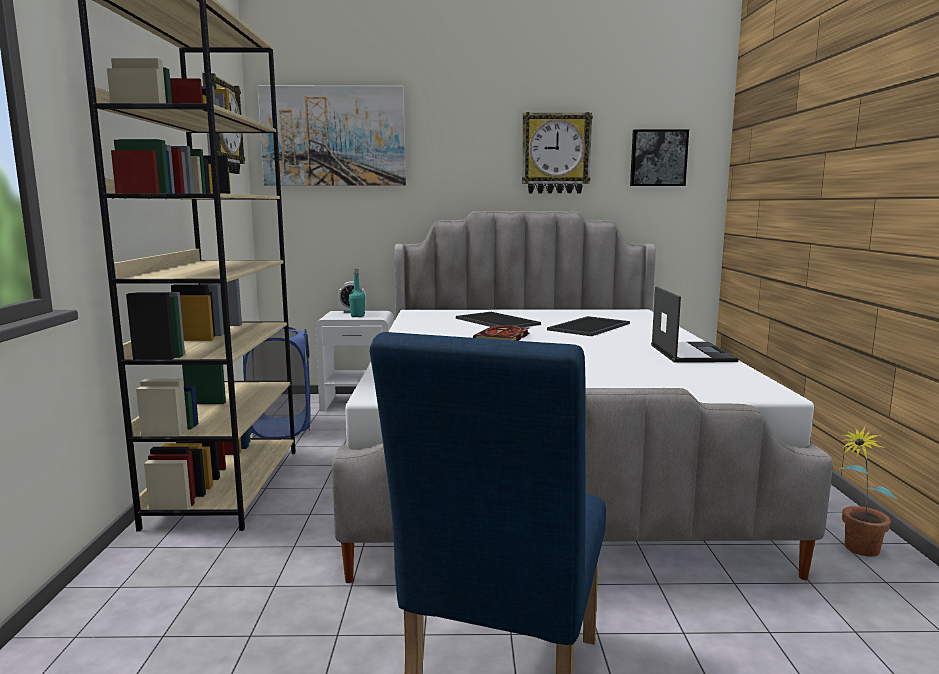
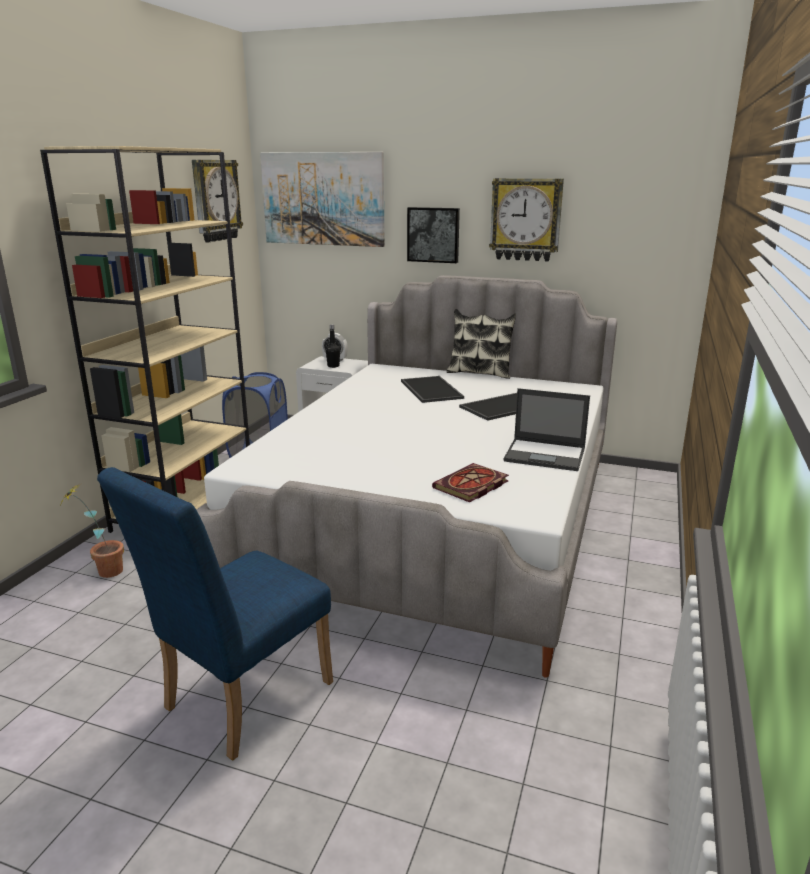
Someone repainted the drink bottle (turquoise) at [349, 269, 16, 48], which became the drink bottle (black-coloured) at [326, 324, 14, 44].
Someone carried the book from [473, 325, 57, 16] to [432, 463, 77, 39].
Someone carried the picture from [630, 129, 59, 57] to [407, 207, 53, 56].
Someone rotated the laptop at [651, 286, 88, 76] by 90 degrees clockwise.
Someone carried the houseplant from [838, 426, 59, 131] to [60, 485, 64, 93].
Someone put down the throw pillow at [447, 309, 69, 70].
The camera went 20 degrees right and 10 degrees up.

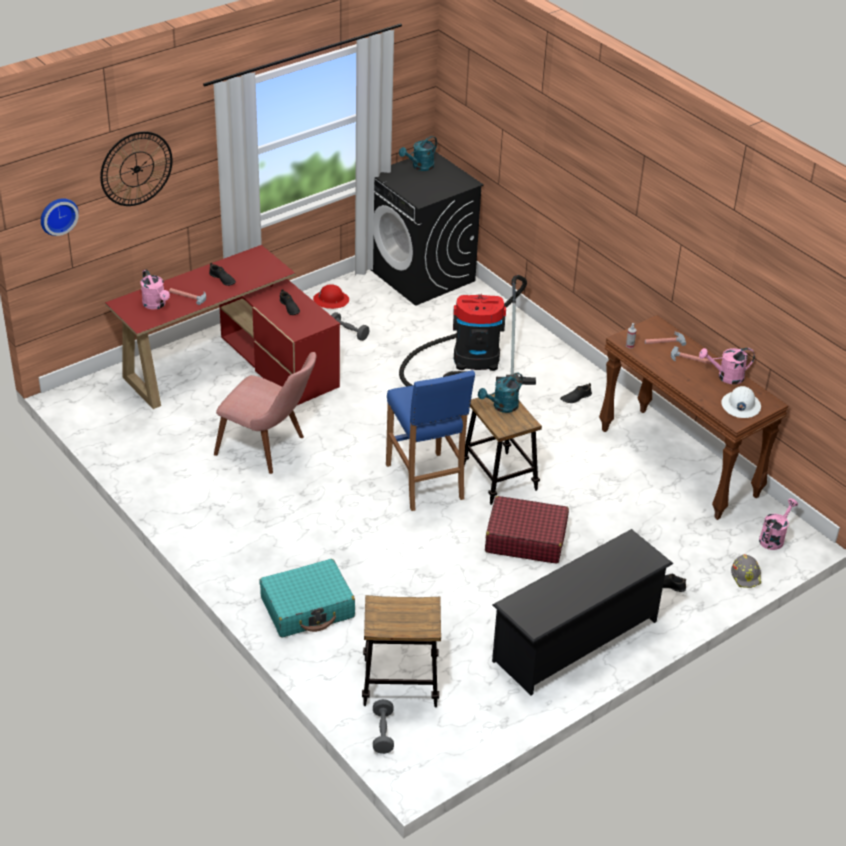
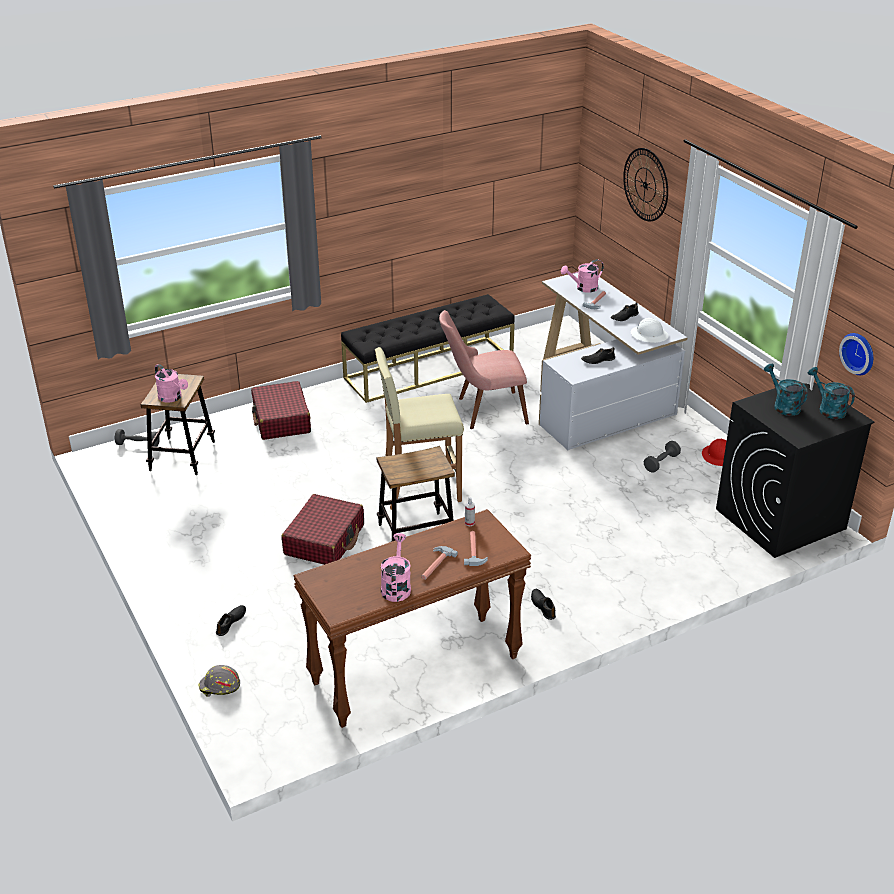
Someone carried the clock on the wall from [41, 198, 38, 38] to [839, 333, 34, 42].
Someone repainted the desk table (red) at [105, 245, 235, 164], which became the desk table (white-coloured) at [539, 273, 148, 177].
Someone rotated the chair (pinkish) at [214, 352, 102, 122] by 45 degrees clockwise.
Someone repainted the travel case (turquoise) at [260, 559, 95, 78], which became the travel case (red) at [251, 381, 60, 59].
Someone repainted the stool seat (blue) at [386, 370, 89, 141], which became the stool seat (beige-coloured) at [375, 347, 89, 163].
Someone took away the vacuum at [399, 275, 137, 112].
Someone carried the watering pot (turquoise) from [478, 372, 45, 41] to [764, 364, 44, 52].
Someone took away the shoe shelf (black-coloured) at [492, 529, 181, 166].
Someone carried the hard hat (white-coloured) from [721, 386, 40, 32] to [631, 318, 38, 25].
Someone carried the watering pot (pinkish) from [759, 498, 39, 52] to [155, 364, 33, 39].
Someone put down the long seat (black-coloured) at [341, 294, 174, 109].
The camera went 100 degrees right and 5 degrees down.

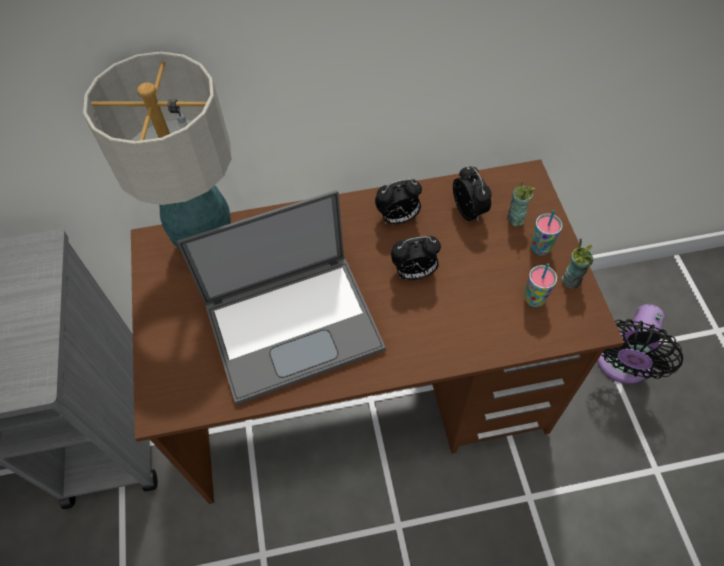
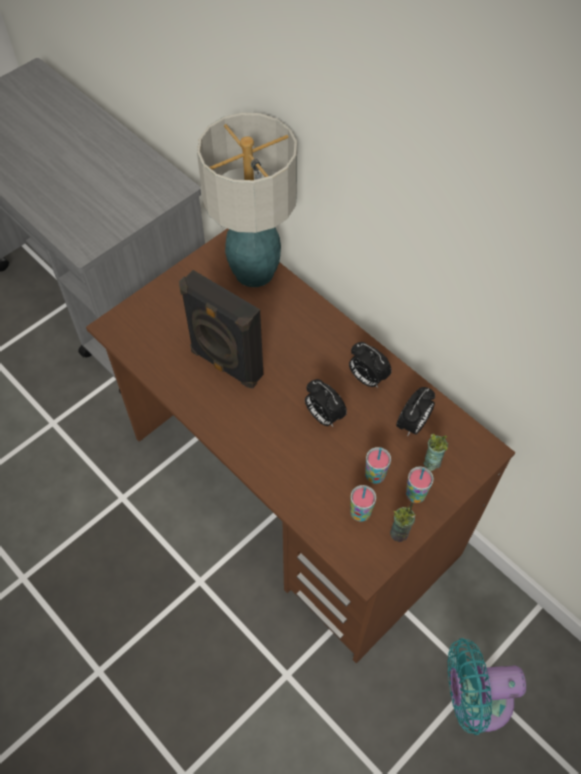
Someone swapped the laptop at [177, 190, 209, 215] for the audio speaker (black-coloured) at [179, 270, 84, 119].
Someone repainted the fan (black-coloured) at [597, 304, 86, 80], which became the fan (turquoise) at [448, 638, 78, 97].
Someone put down the cup at [365, 447, 26, 37].
The camera went 55 degrees right and 0 degrees up.

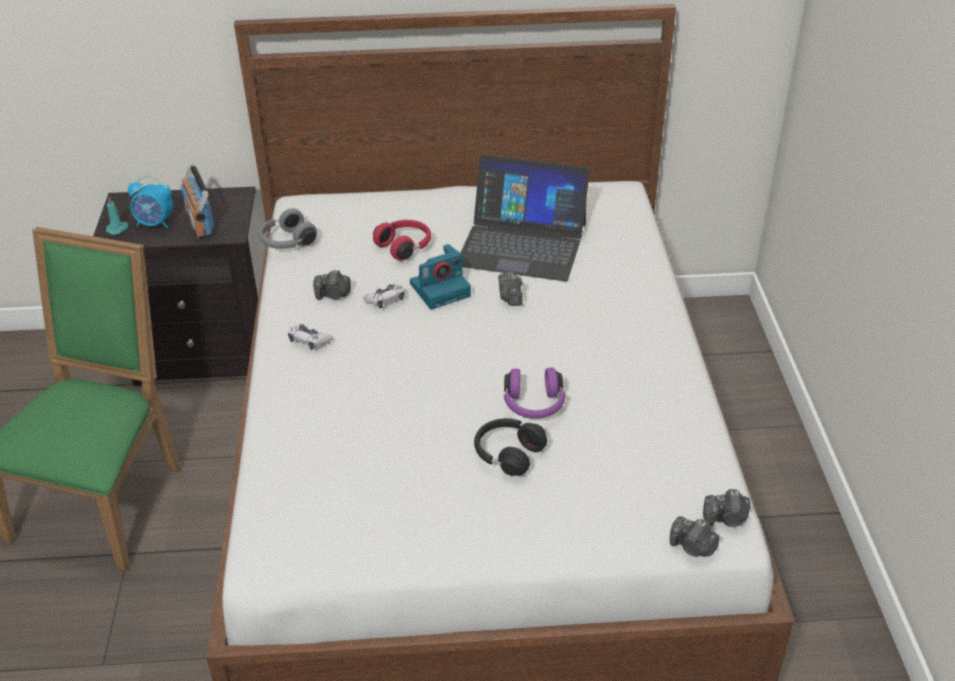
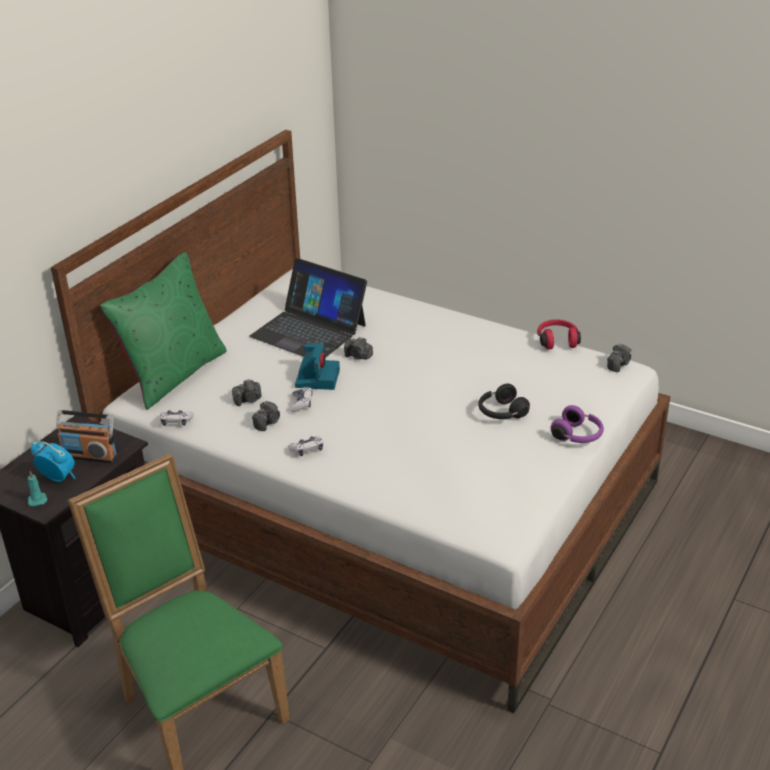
Someone rotated the bedside clock at [128, 176, 45, 53] by 105 degrees counterclockwise.
Someone swapped the headphones (grey) at [259, 208, 58, 41] for the game controller at [159, 410, 35, 16].
Someone carried the headphones (red) from [373, 220, 58, 41] to [537, 319, 44, 31].
Someone rotated the laptop at [460, 155, 130, 126] by 75 degrees clockwise.
Someone carried the headphones (purplish) from [504, 368, 62, 51] to [550, 405, 54, 38].
Someone carried the still camera from [670, 516, 50, 41] to [232, 379, 29, 27].
Someone put down the throw pillow (greenish) at [100, 252, 127, 158].
The camera went 55 degrees left and 5 degrees down.

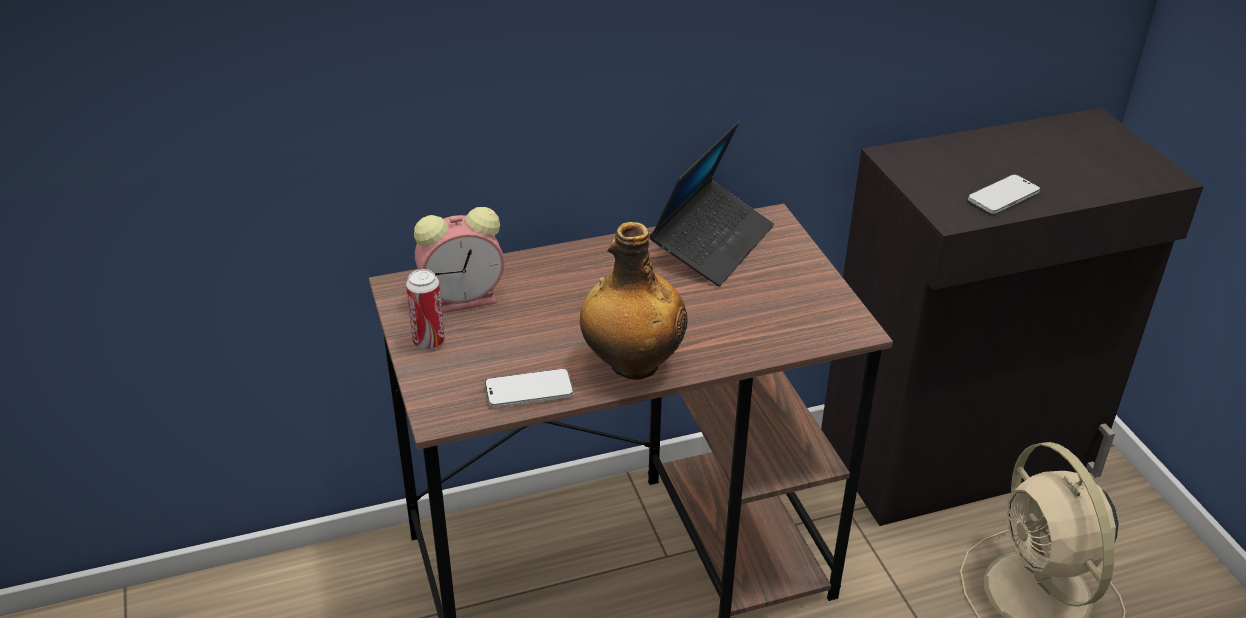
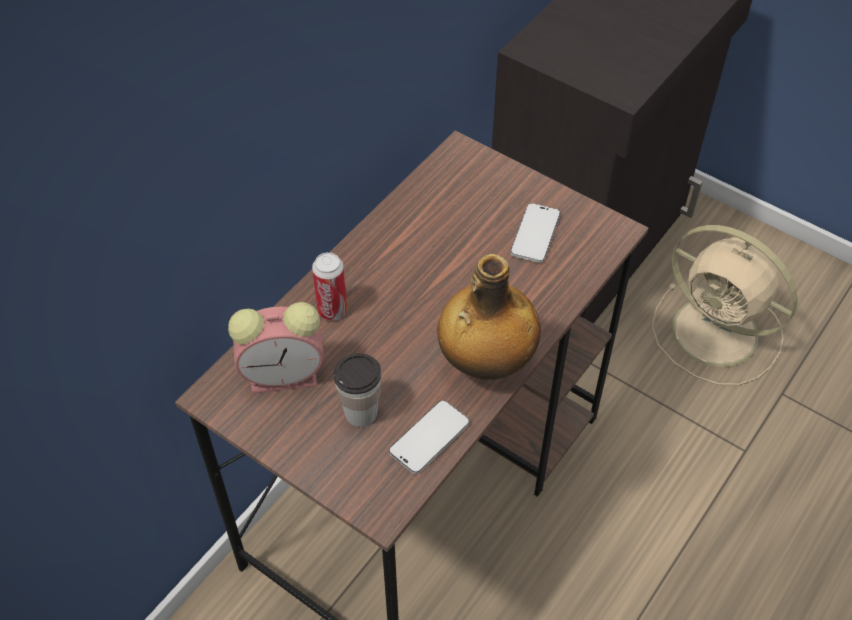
Someone carried the can from [406, 269, 39, 80] to [312, 252, 36, 69].
Someone rotated the bedside clock at [414, 207, 91, 107] by 45 degrees clockwise.
Someone took away the laptop at [649, 122, 125, 164].
Someone carried the phone from [968, 175, 72, 39] to [510, 203, 50, 60].
Someone put down the cup at [333, 353, 48, 74].
The camera went 35 degrees left and 15 degrees up.

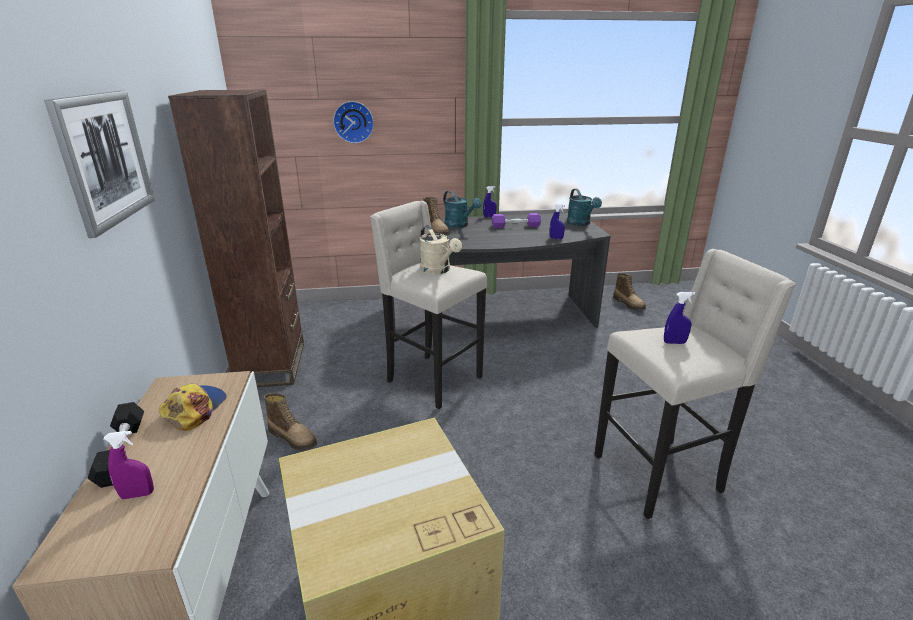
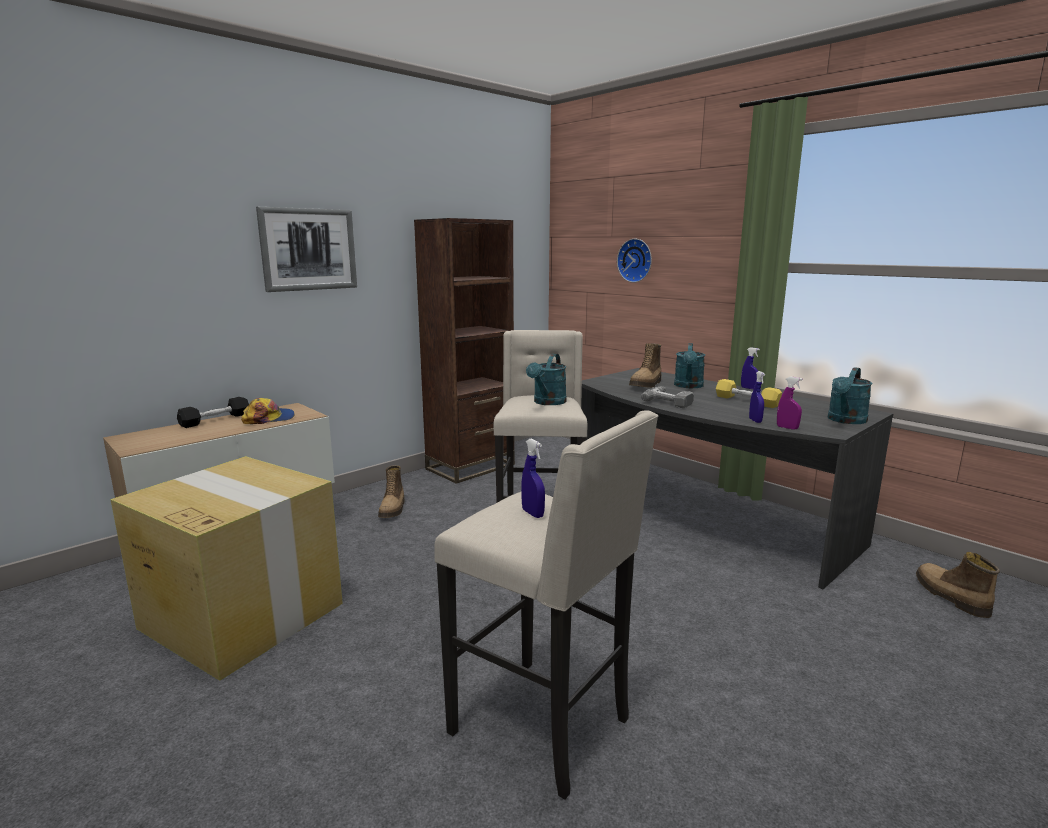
Someone carried the sprayer (purplish) from [103, 431, 51, 68] to [777, 376, 26, 53].
Someone repainted the watering pot (beige-coloured) at [420, 225, 42, 49], which became the watering pot (turquoise) at [526, 354, 41, 51].
Someone repainted the dumbbell (purplish) at [492, 213, 49, 15], which became the dumbbell (yellow) at [716, 379, 66, 29].
Someone rotated the tall boot at [613, 273, 33, 37] by 135 degrees clockwise.
Someone put down the drill at [641, 386, 53, 22].
The camera went 55 degrees right and 10 degrees down.

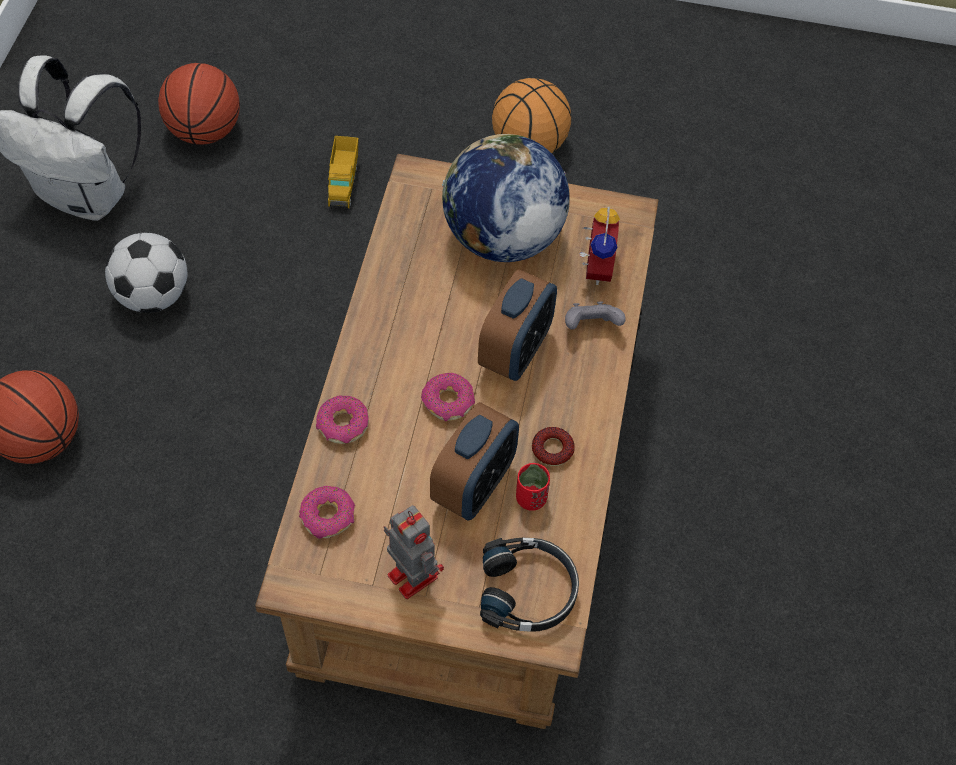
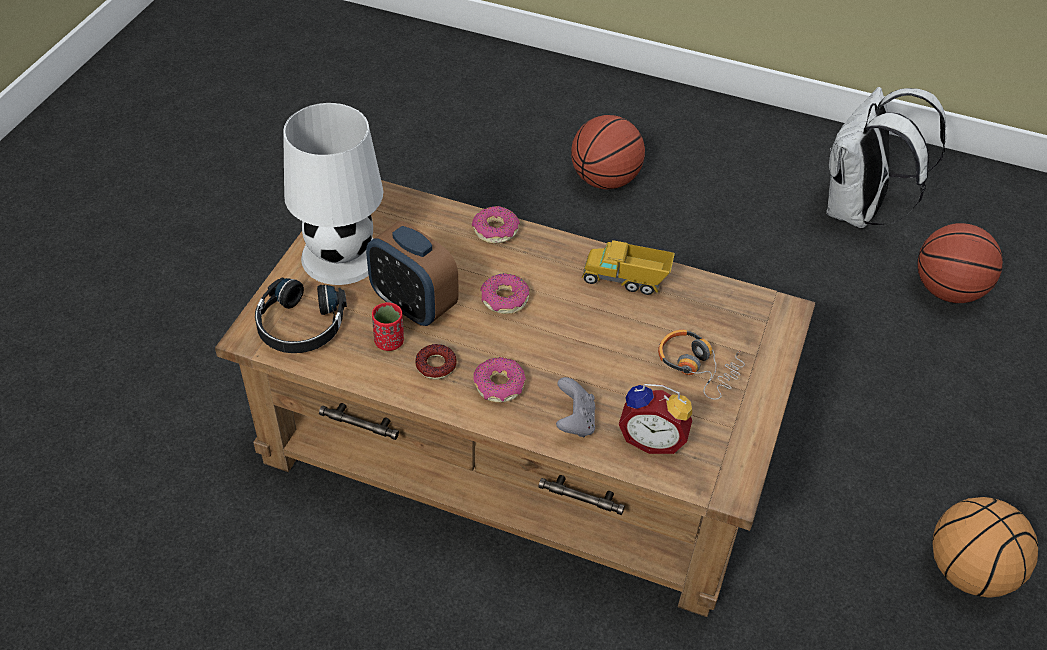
Someone took away the football at [105, 233, 83, 80].
Someone carried the doughnut from [299, 486, 56, 53] to [473, 357, 53, 45].
Someone carried the toy truck from [328, 136, 30, 72] to [582, 240, 93, 55].
Someone swapped the robot figure at [384, 505, 60, 94] for the table lamp (white-coloured) at [283, 103, 100, 182].
Someone swapped the world globe at [442, 134, 128, 128] for the headphones at [658, 330, 87, 70].
Someone took away the bedside clock at [478, 269, 79, 112].
The camera went 100 degrees right and 10 degrees down.

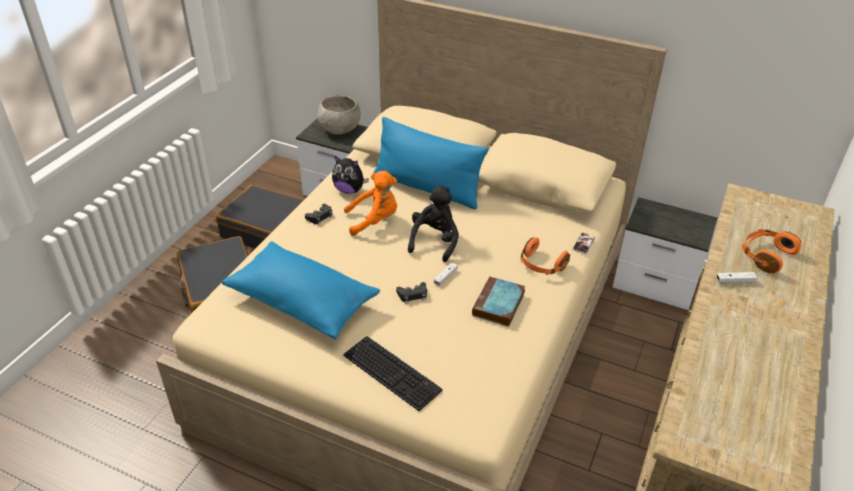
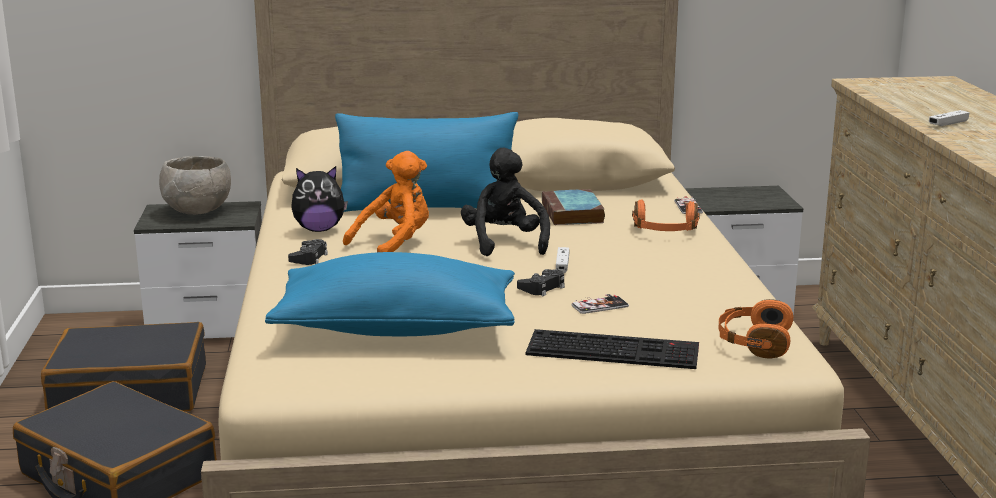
Someone carried the book from [472, 276, 53, 51] to [542, 189, 63, 36].
Someone carried the headphones (orange) from [742, 229, 59, 44] to [719, 299, 74, 60].
Someone put down the phone at [571, 294, 58, 20].
The camera went 30 degrees left and 20 degrees down.

